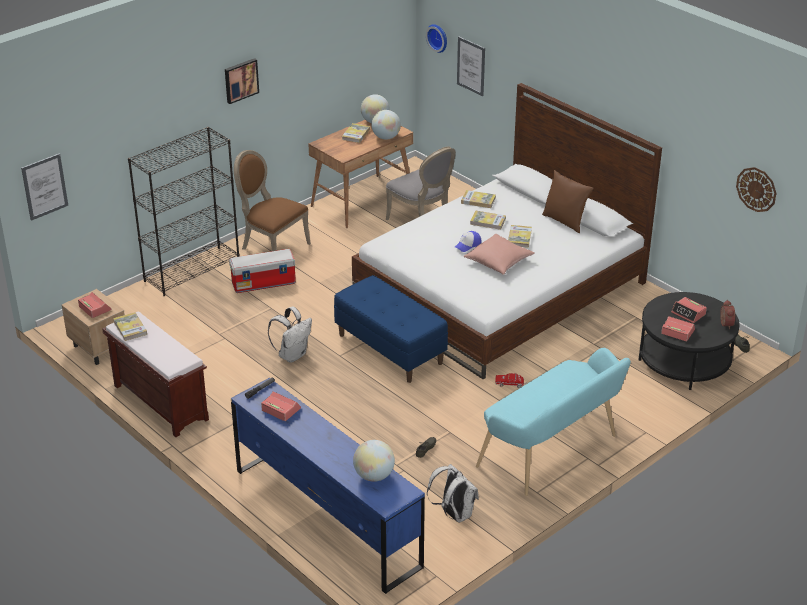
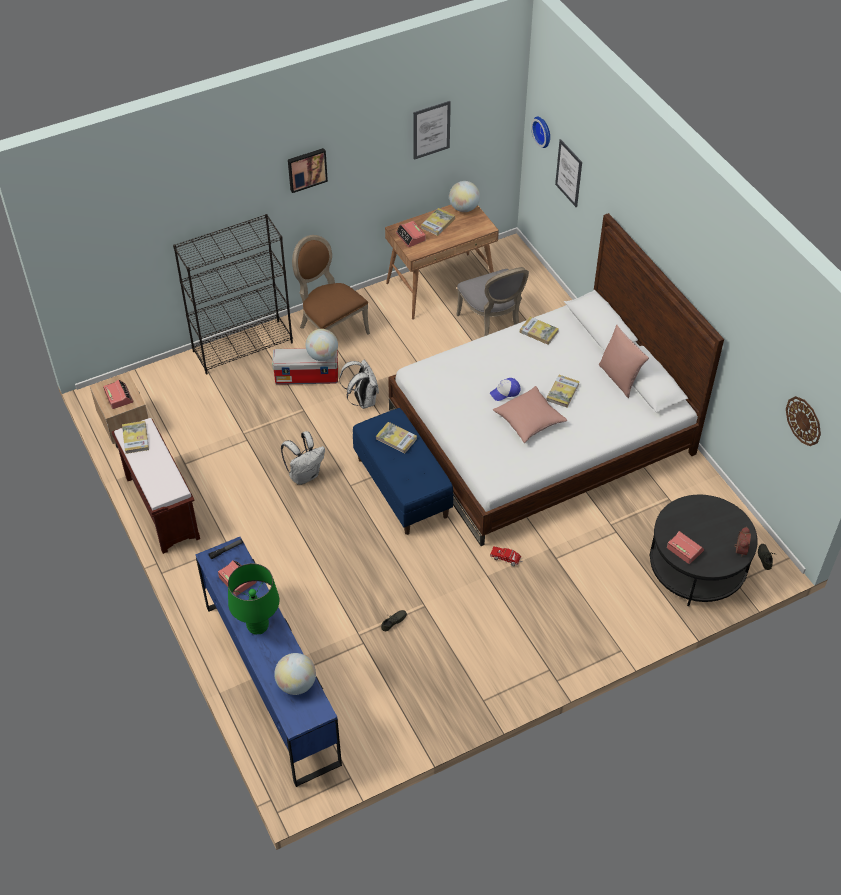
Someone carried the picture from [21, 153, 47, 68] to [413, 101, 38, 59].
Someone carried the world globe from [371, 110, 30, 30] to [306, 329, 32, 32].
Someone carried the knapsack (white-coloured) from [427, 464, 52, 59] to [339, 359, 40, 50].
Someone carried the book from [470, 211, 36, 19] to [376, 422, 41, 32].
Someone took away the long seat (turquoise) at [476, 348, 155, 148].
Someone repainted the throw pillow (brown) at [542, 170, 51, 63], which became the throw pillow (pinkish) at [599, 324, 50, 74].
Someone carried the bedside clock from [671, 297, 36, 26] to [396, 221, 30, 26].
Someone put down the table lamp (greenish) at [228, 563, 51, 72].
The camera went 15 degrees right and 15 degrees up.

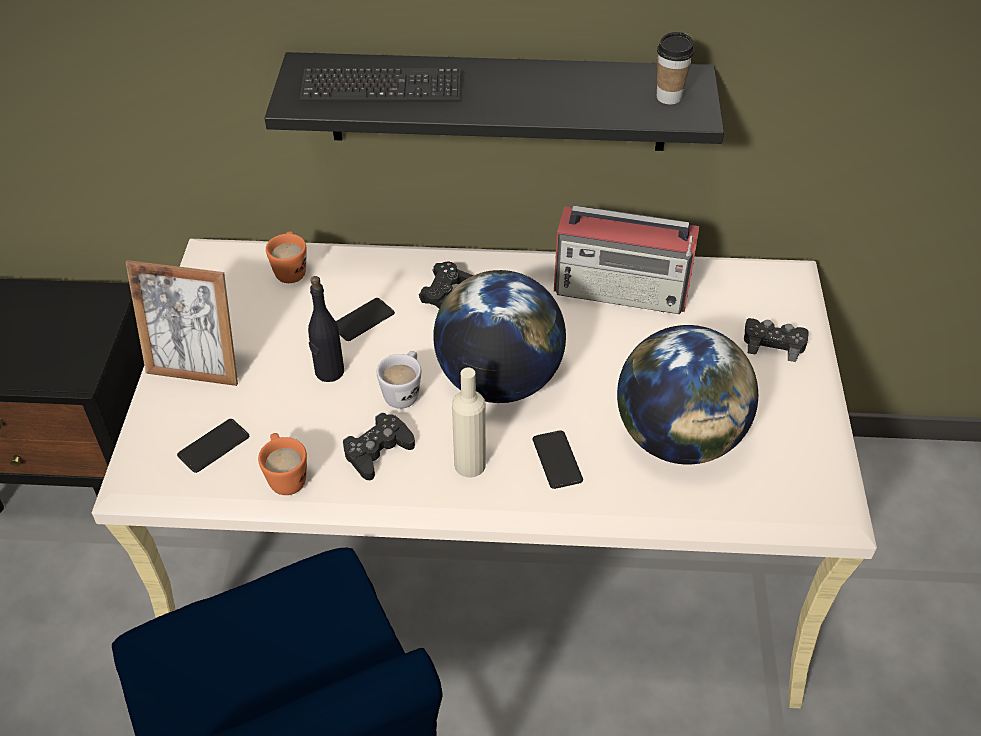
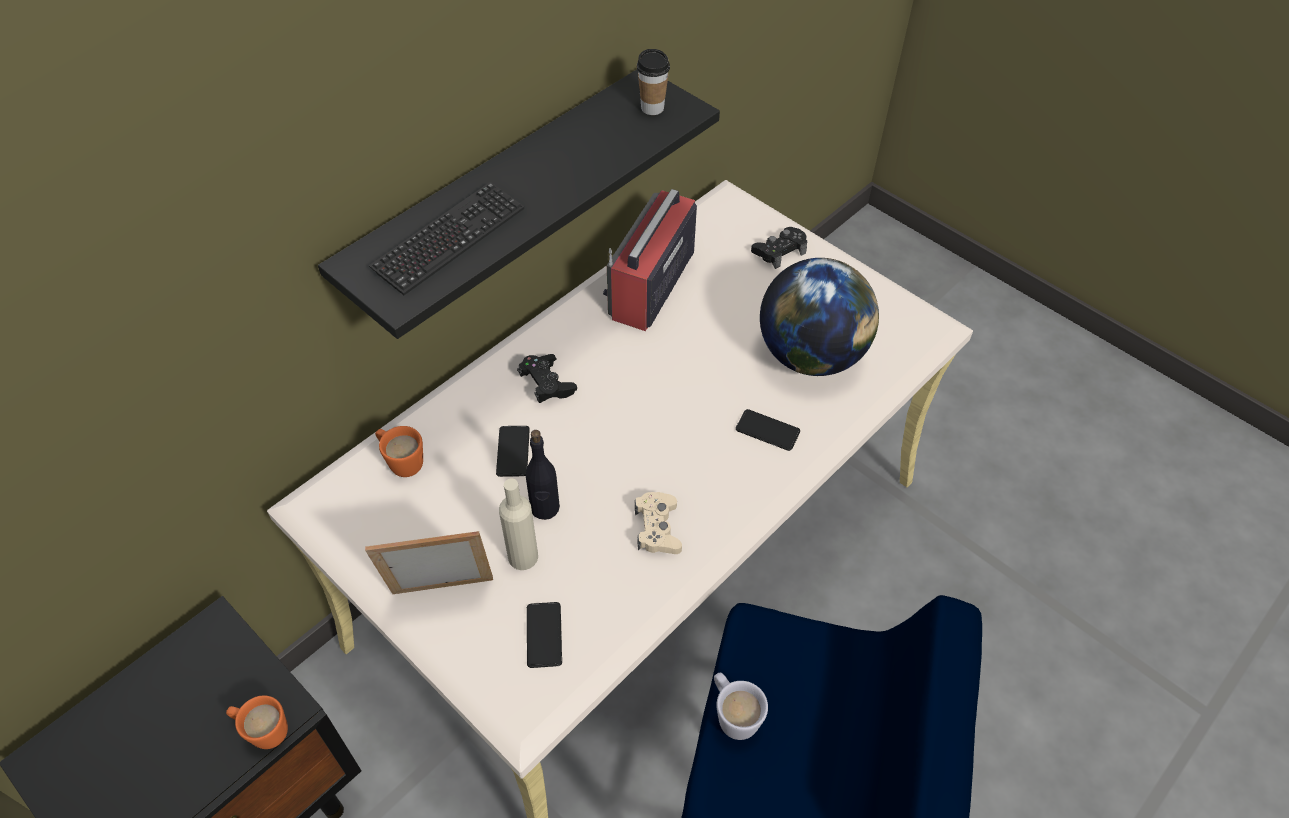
Someone rotated the standing frame at [125, 260, 113, 126] by 150 degrees counterclockwise.
Someone carried the coffee mug (orange) from [258, 433, 49, 62] to [226, 695, 62, 54].
Someone repainted the game controller (black-coloured) at [343, 413, 72, 67], which became the game controller (beige-coloured) at [635, 492, 47, 62].
Someone carried the coffee mug (white-coloured) from [377, 351, 44, 58] to [714, 673, 54, 67].
Someone took away the world globe at [433, 270, 133, 133].
Someone carried the drink bottle (beige-coloured) from [452, 368, 34, 110] to [499, 478, 39, 92].
Someone rotated the radio set at [554, 205, 146, 109] by 150 degrees clockwise.
The camera went 50 degrees left and 5 degrees up.

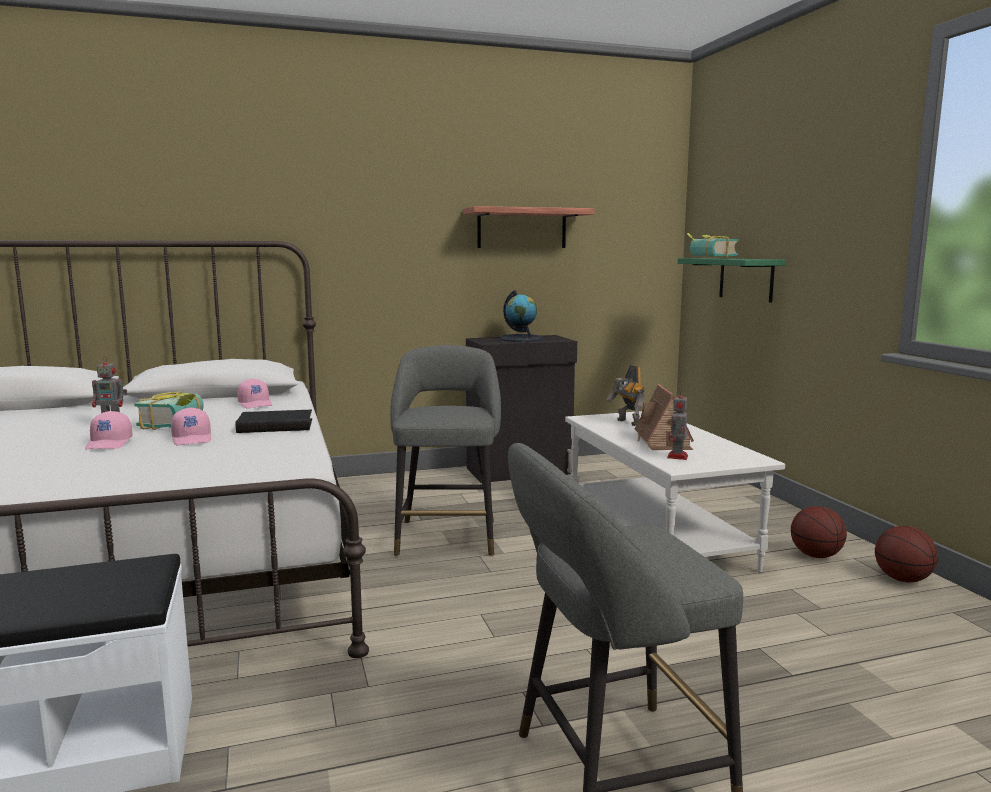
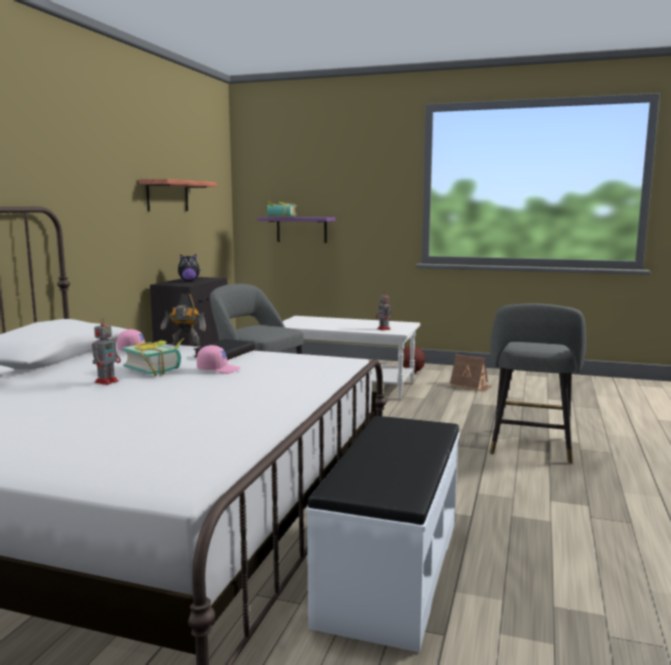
Someone took away the cap (pinkish) at [85, 411, 48, 38].
Someone swapped the world globe at [499, 290, 44, 52] for the soft toy at [178, 254, 23, 27].
Someone carried the robot figure from [607, 365, 38, 61] to [161, 294, 45, 52].
Someone carried the toy house from [634, 384, 60, 66] to [450, 354, 42, 38].
Someone repainted the wall shelf (greenish) at [678, 258, 108, 45], which became the wall shelf (purplish) at [257, 217, 79, 26].
Someone took away the ball for basketball at [875, 526, 63, 56].
The camera went 55 degrees left and 0 degrees up.

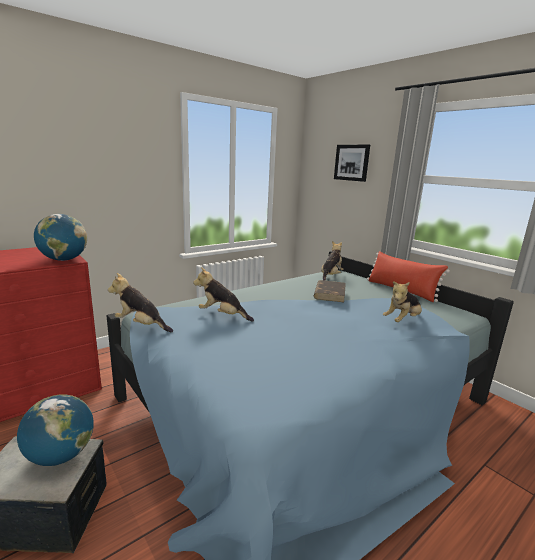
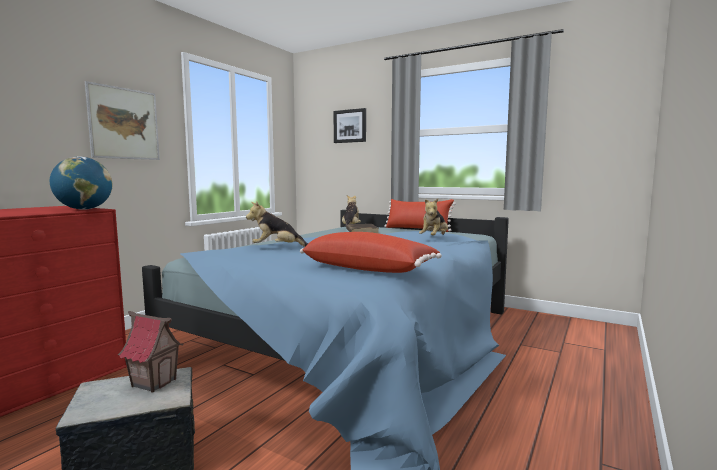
Someone swapped the world globe at [17, 394, 77, 72] for the toy house at [118, 311, 66, 81].
Someone took away the soft toy at [108, 273, 65, 59].
Someone put up the picture at [85, 81, 75, 79].
Someone put down the throw pillow (red) at [300, 232, 142, 41].
The camera went 20 degrees left and 10 degrees down.

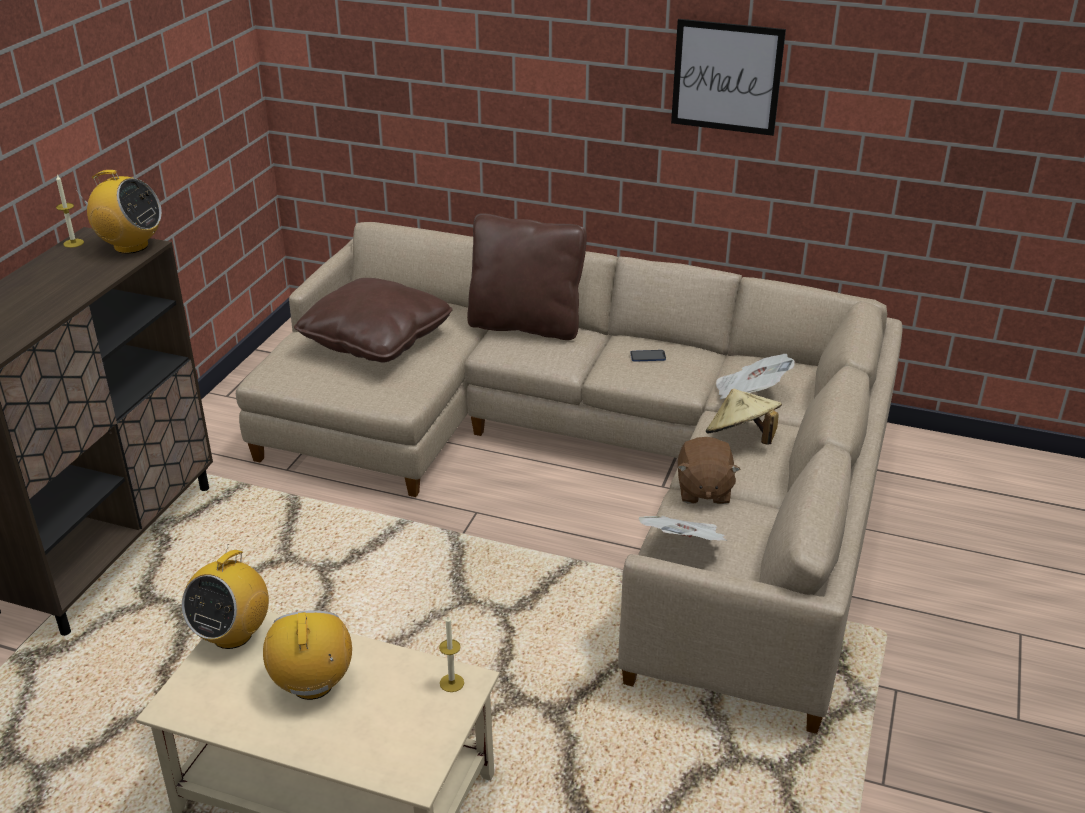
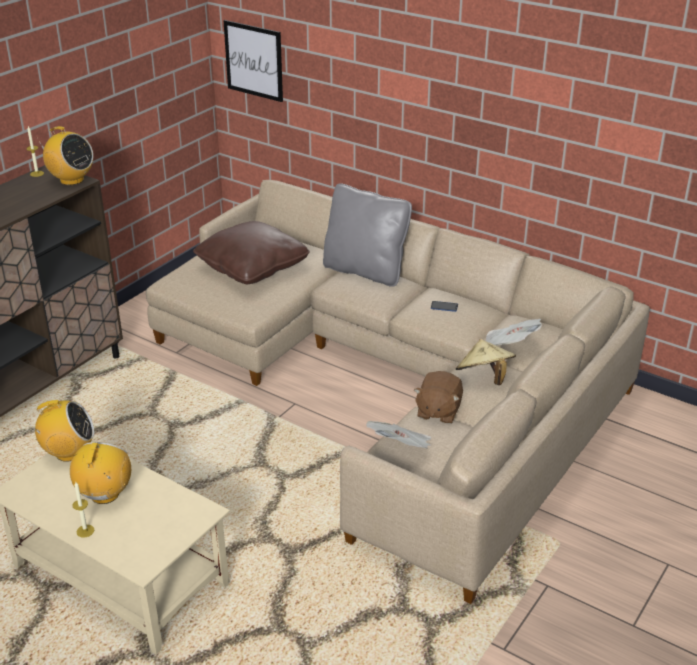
Someone rotated the radio set at [182, 544, 87, 105] by 135 degrees counterclockwise.
Someone carried the wax light from [439, 616, 25, 76] to [72, 482, 23, 55].
Someone repainted the throw pillow (brown) at [467, 213, 120, 127], which became the throw pillow (grey) at [323, 183, 89, 104].
Someone carried the picture from [671, 19, 115, 117] to [223, 20, 60, 82].
The camera went 15 degrees right and 0 degrees up.

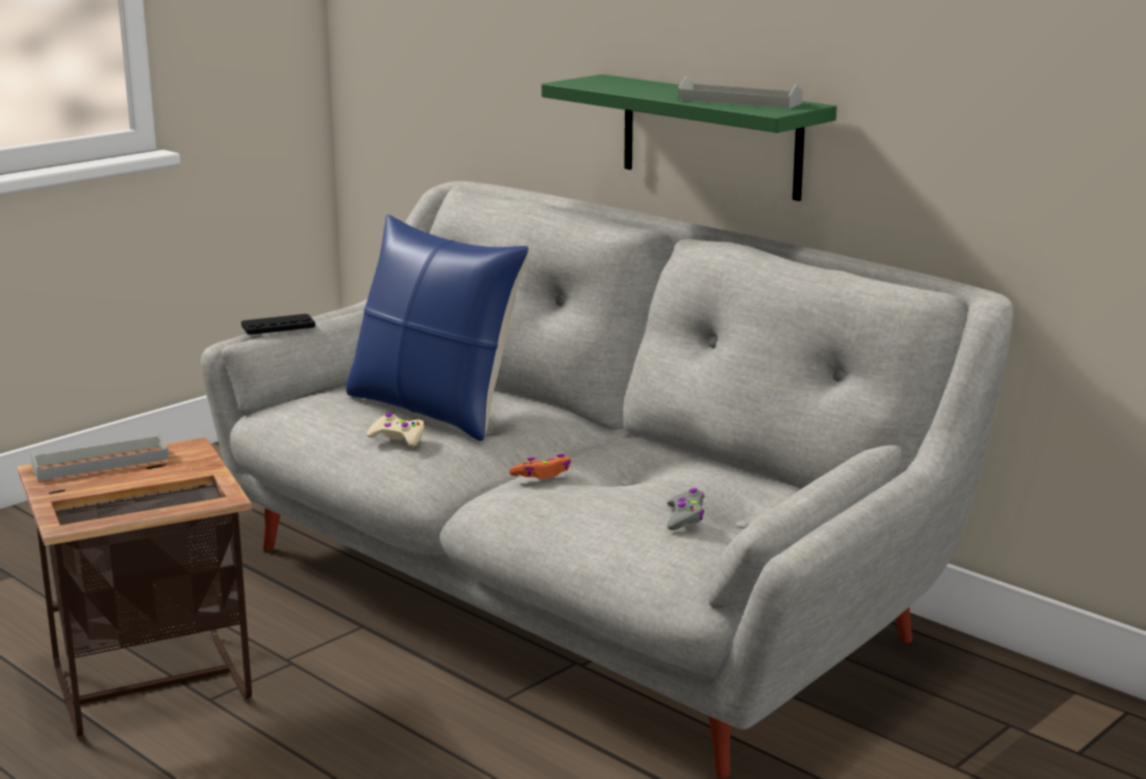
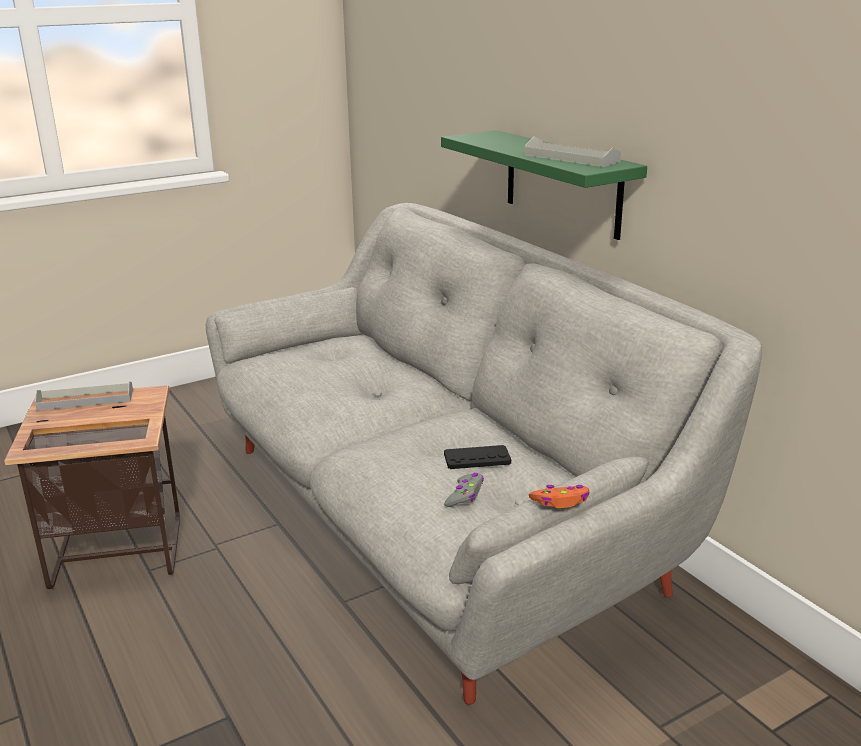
Someone carried the game controller (black-coloured) from [241, 314, 74, 21] to [444, 445, 67, 24].
Someone took away the throw pillow (blue) at [346, 215, 183, 226].
Someone took away the game controller (beige-coloured) at [367, 413, 59, 33].
Someone carried the game controller (orange) from [509, 454, 62, 25] to [529, 485, 60, 23].
The camera went 15 degrees right and 5 degrees up.

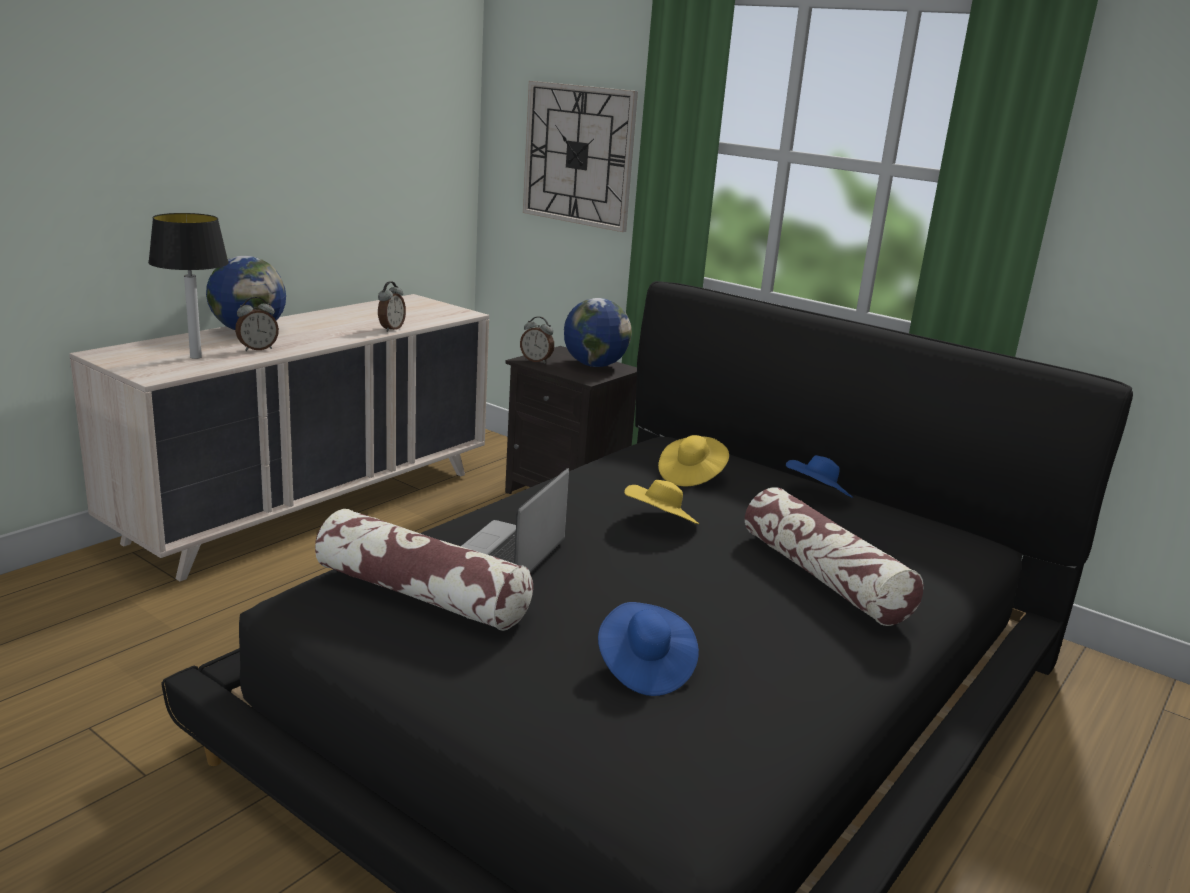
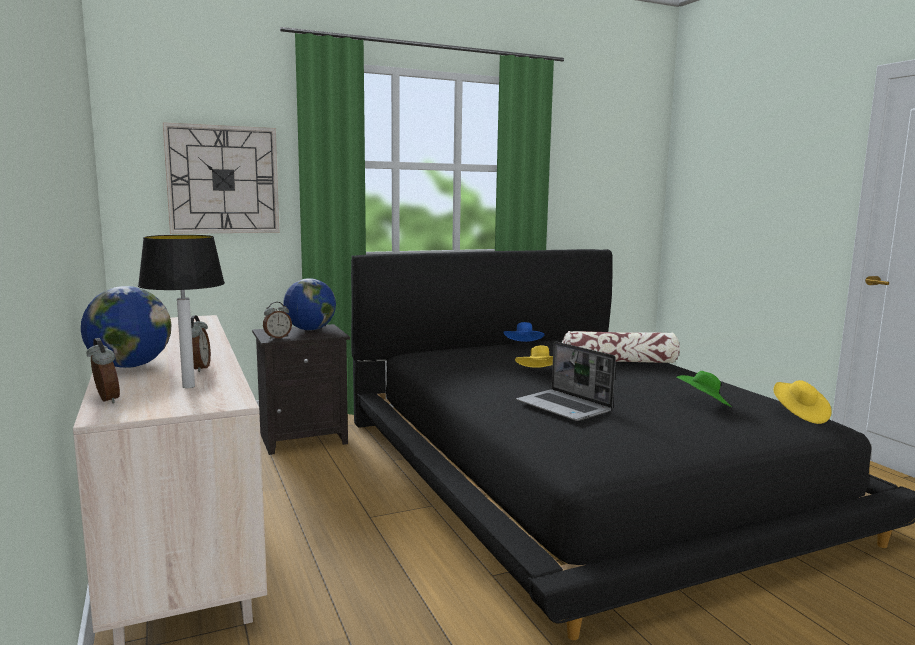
Someone took away the throw pillow at [315, 509, 218, 122].
Someone carried the bedside clock from [378, 281, 28, 51] to [87, 338, 33, 65].
Someone repainted the clothing hat (blue) at [598, 602, 101, 94], which became the clothing hat (greenish) at [676, 371, 56, 36].
Someone carried the clothing hat (yellow) from [658, 435, 71, 51] to [773, 380, 58, 44].
The camera went 60 degrees left and 10 degrees down.

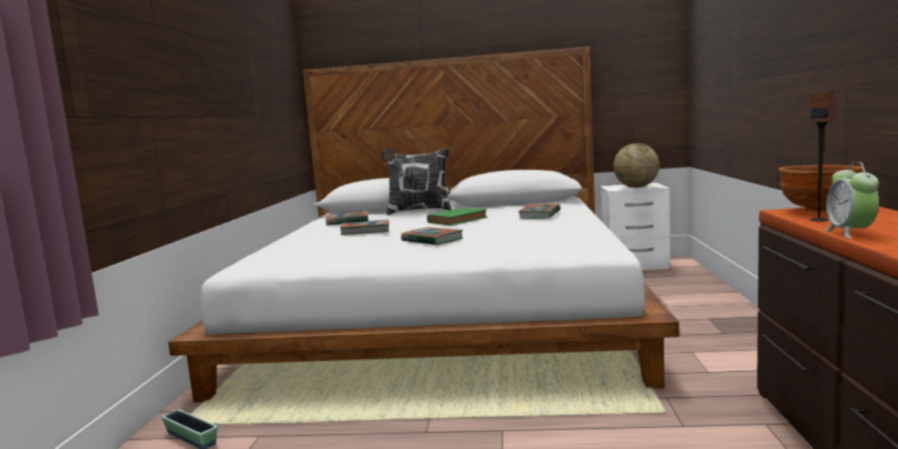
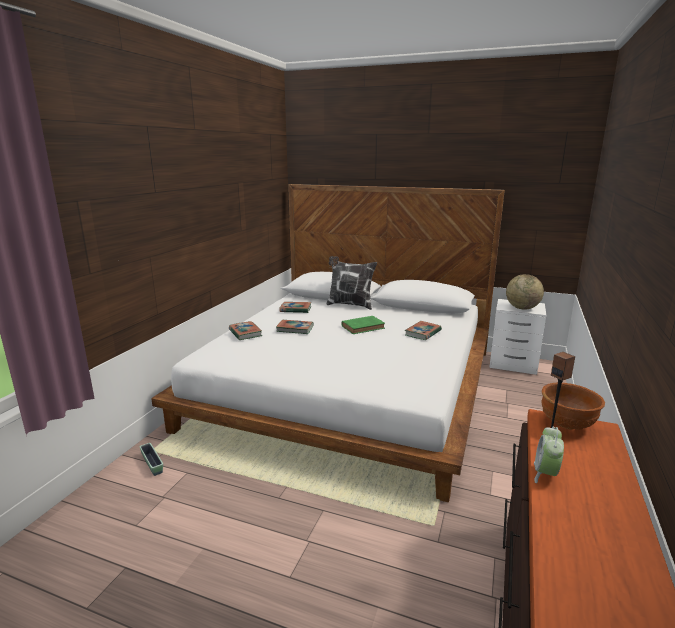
Someone carried the book from [401, 227, 62, 18] to [229, 321, 33, 19].
The camera went 15 degrees right and 10 degrees up.

